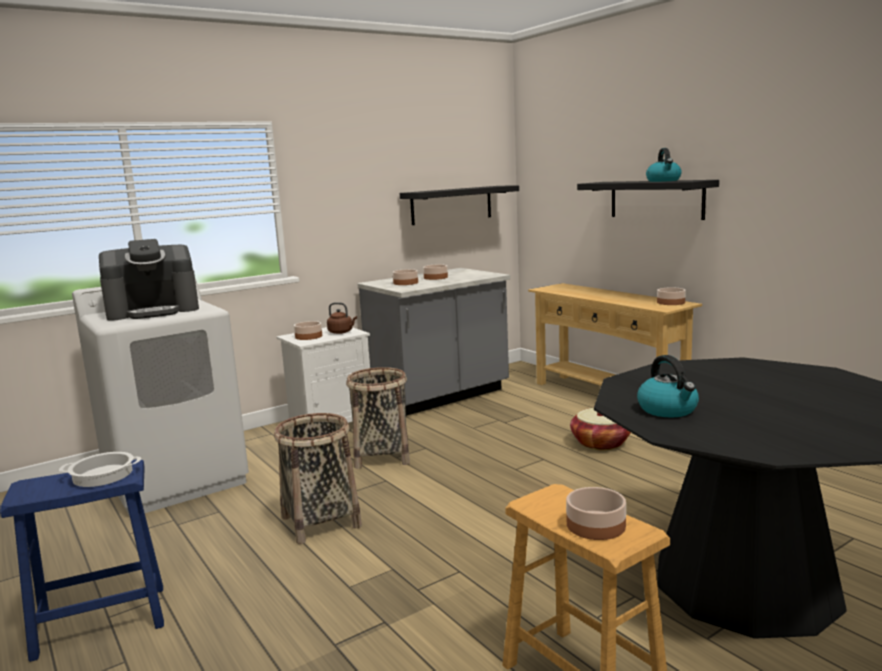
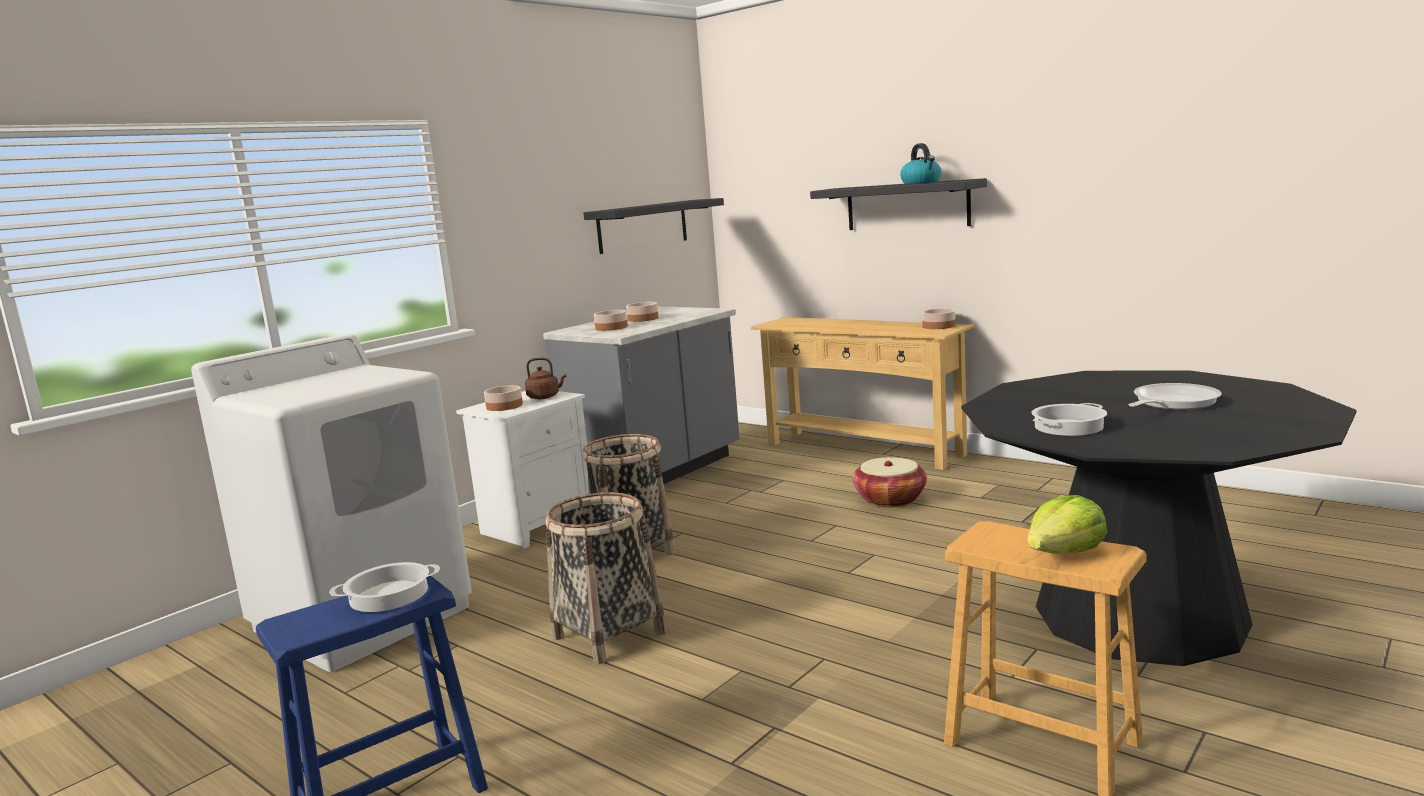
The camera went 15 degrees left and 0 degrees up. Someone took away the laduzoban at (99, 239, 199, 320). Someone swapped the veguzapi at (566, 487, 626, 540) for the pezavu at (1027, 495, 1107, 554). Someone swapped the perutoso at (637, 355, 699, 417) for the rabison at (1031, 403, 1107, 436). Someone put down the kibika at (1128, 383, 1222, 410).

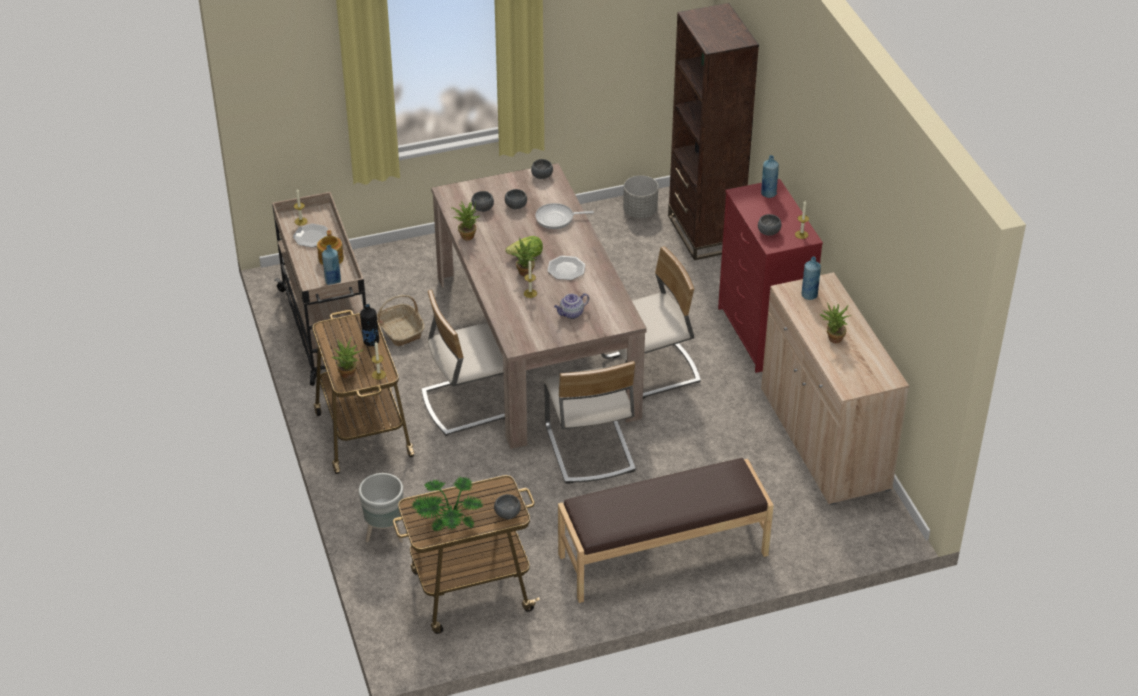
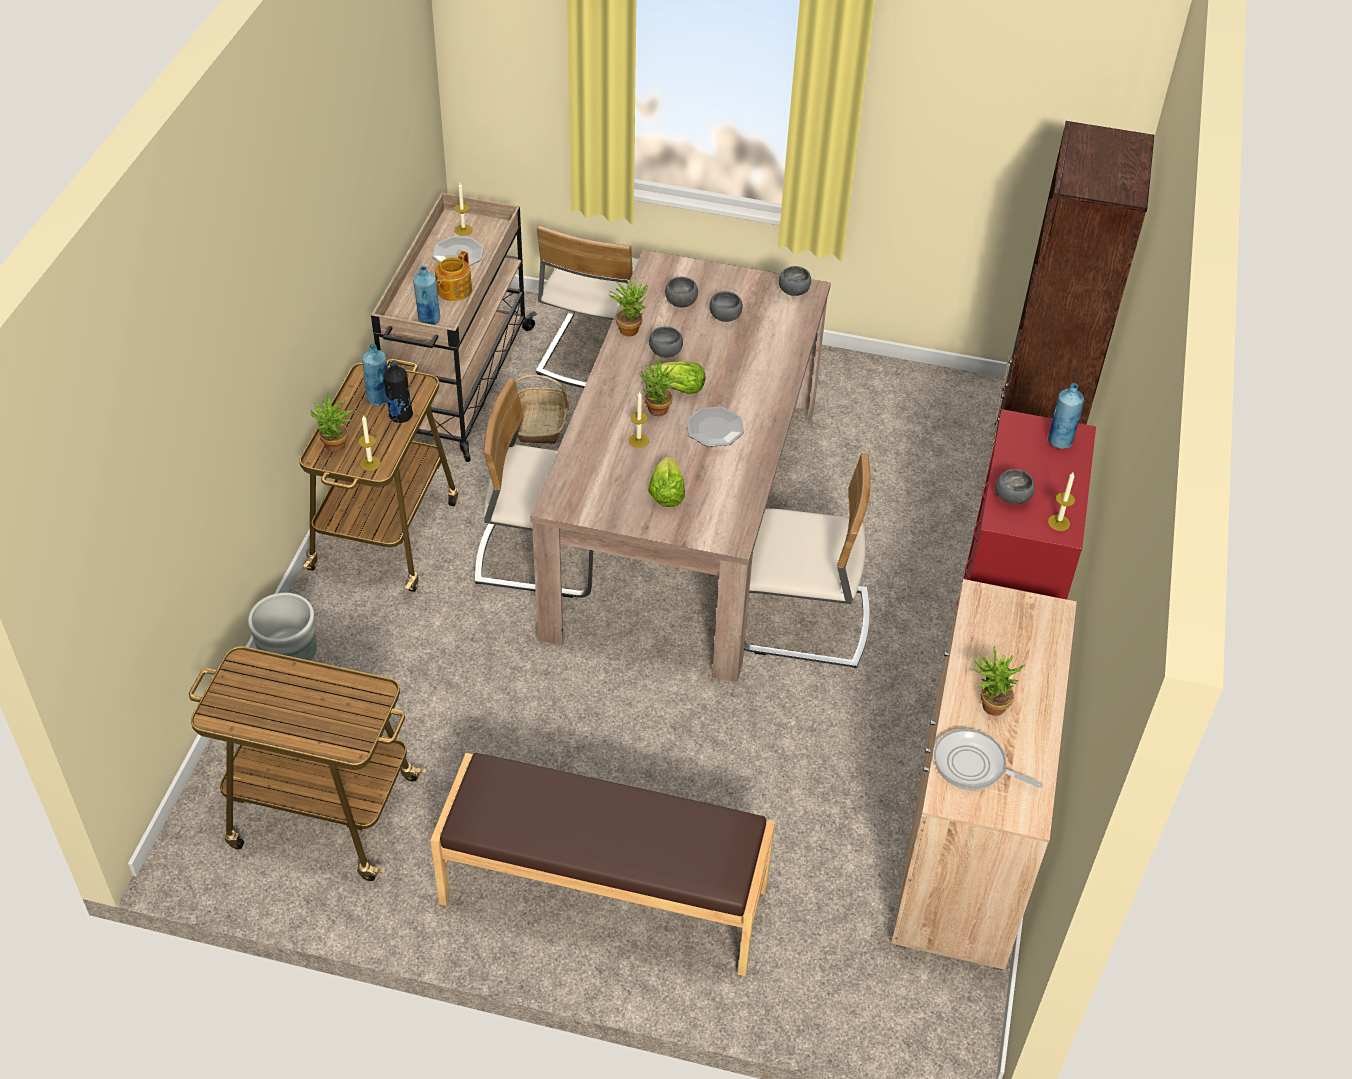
The camera went 30 degrees right and 5 degrees up. Someone took away the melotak at (412, 477, 484, 532). Someone carried the grey veguzapi from (494, 494, 521, 519) to (649, 326, 683, 358). Someone carried the kibika from (535, 203, 594, 229) to (934, 729, 1043, 790). Someone carried the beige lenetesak from (544, 361, 636, 484) to (536, 225, 639, 388). Someone swapped the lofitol at (554, 293, 589, 319) for the pezavu at (648, 456, 685, 507). Someone took away the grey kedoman at (623, 175, 658, 218). Someone carried the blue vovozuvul from (802, 256, 821, 300) to (362, 344, 387, 405).

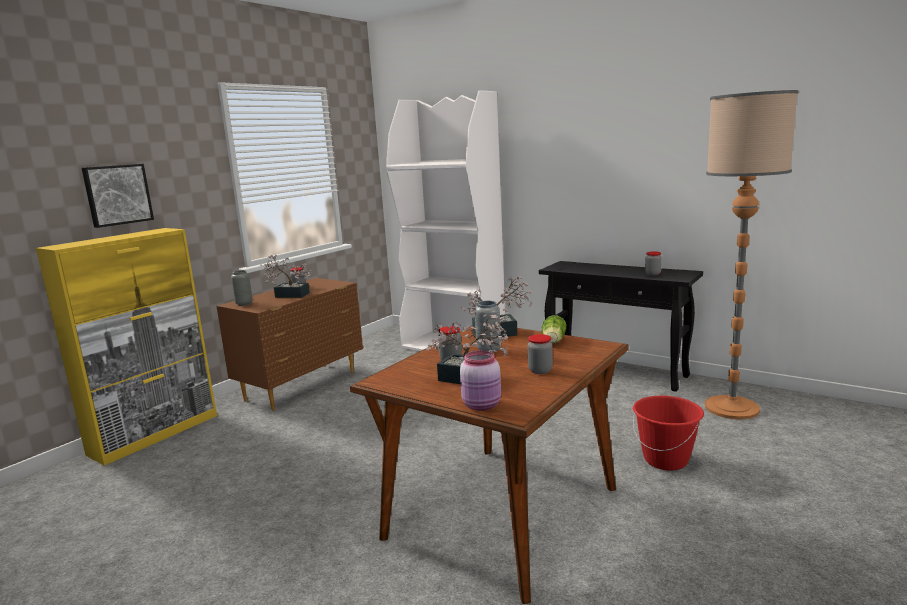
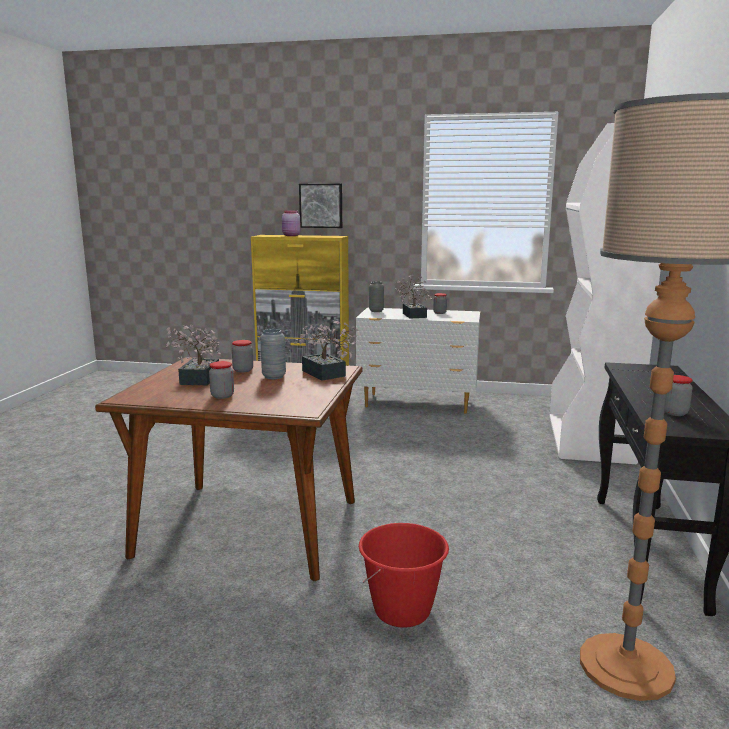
The camera went 65 degrees right and 0 degrees up. Someone repainted the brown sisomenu at (216, 278, 363, 411), which became the white sisomenu at (356, 308, 480, 413). Someone carried the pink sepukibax from (460, 350, 501, 411) to (282, 210, 301, 236). Someone took away the pezavu at (542, 315, 566, 344).

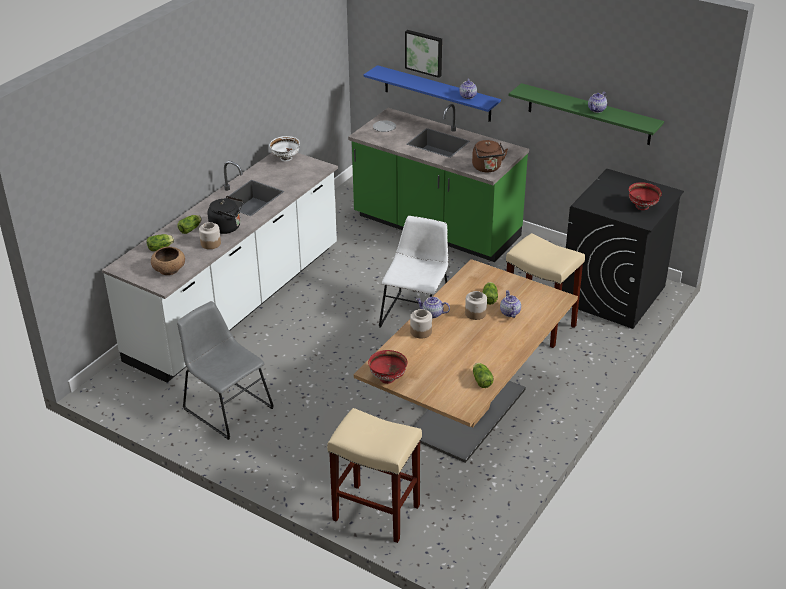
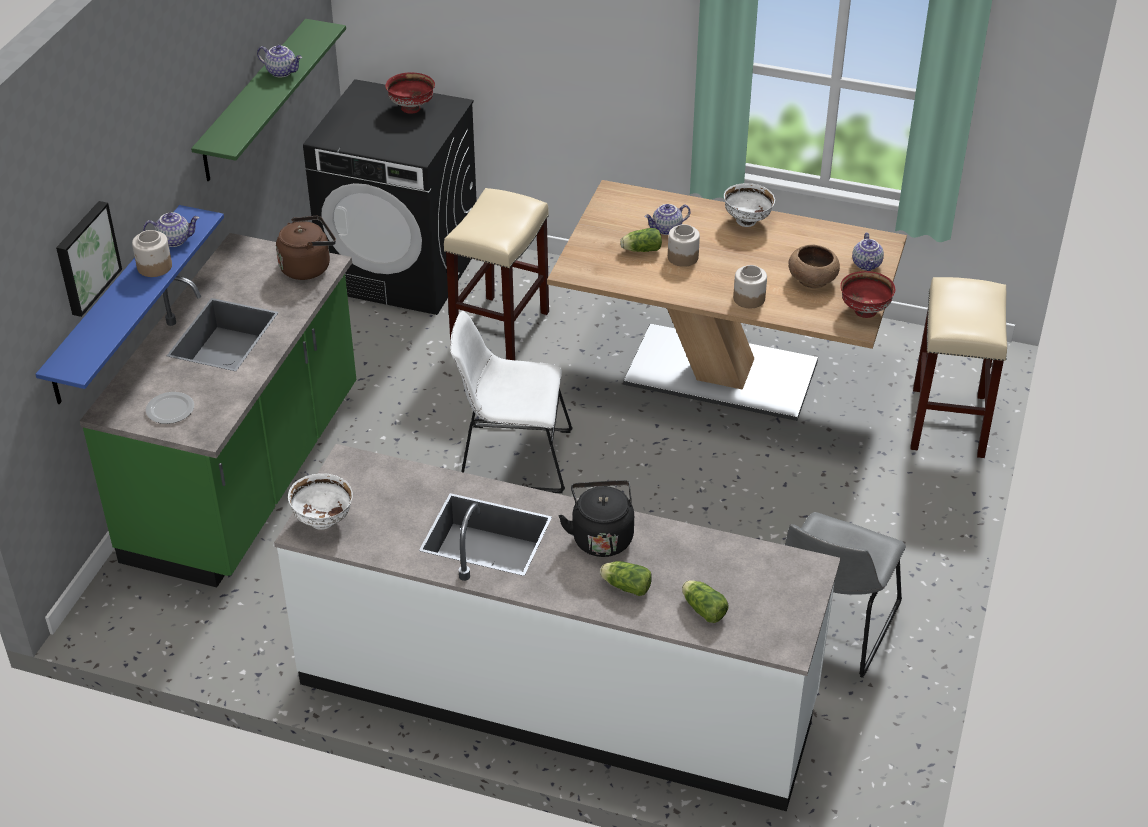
The camera went 105 degrees left and 5 degrees up. Someone carried the brown veguzapi from (151, 247, 185, 275) to (789, 244, 840, 288). Someone carried the sepukibax from (199, 222, 221, 249) to (132, 230, 172, 277). Someone carried the lofitol from (416, 297, 450, 318) to (852, 233, 884, 271). Someone took away the pezavu at (473, 363, 494, 388). Someone put down the white veguzapi at (724, 183, 775, 227).

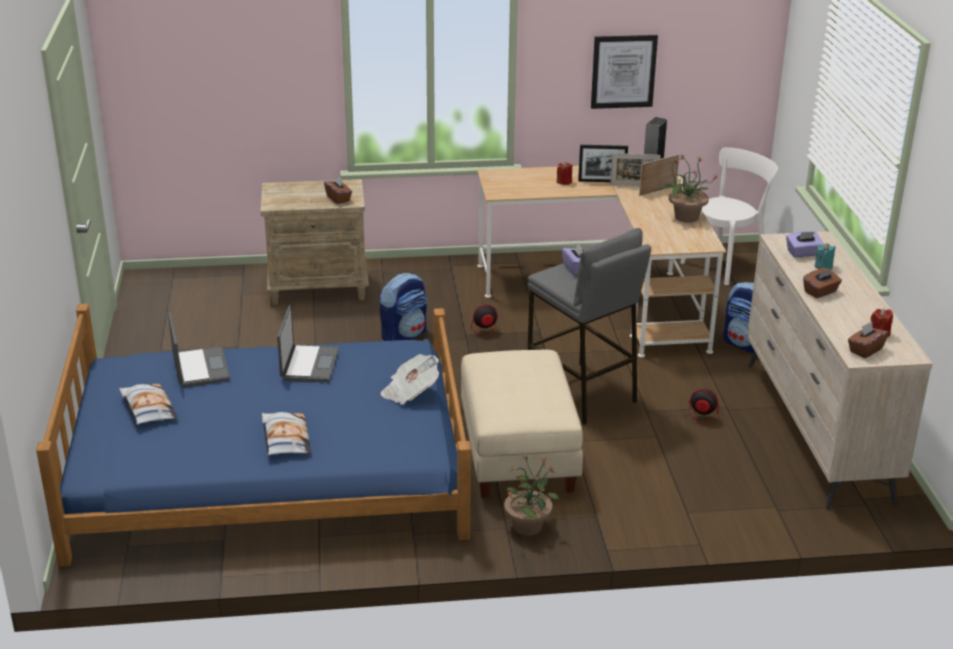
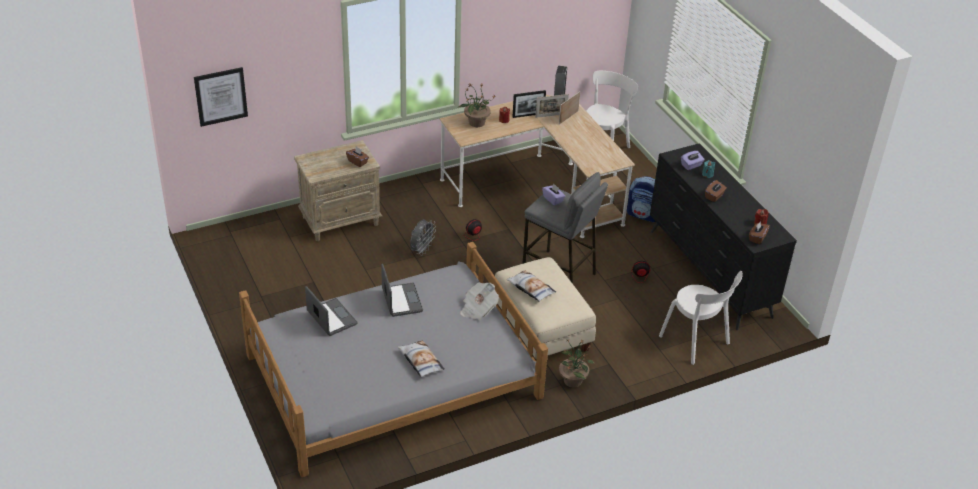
The camera went 20 degrees left and 10 degrees up. Someone repainted the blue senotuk at (36, 304, 471, 567), which became the grey senotuk at (239, 242, 548, 477). Someone carried the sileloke from (119, 384, 178, 425) to (506, 270, 556, 302). Someone swapped the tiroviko at (379, 273, 427, 341) for the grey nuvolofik at (410, 219, 436, 256). Someone carried the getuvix from (591, 35, 658, 109) to (194, 67, 248, 127). Someone carried the melotak from (659, 154, 718, 223) to (458, 83, 495, 127). Someone repainted the beige sisomenu at (747, 231, 933, 510), which became the black sisomenu at (650, 143, 797, 330). Someone put down the white lenetesak at (659, 271, 743, 365).

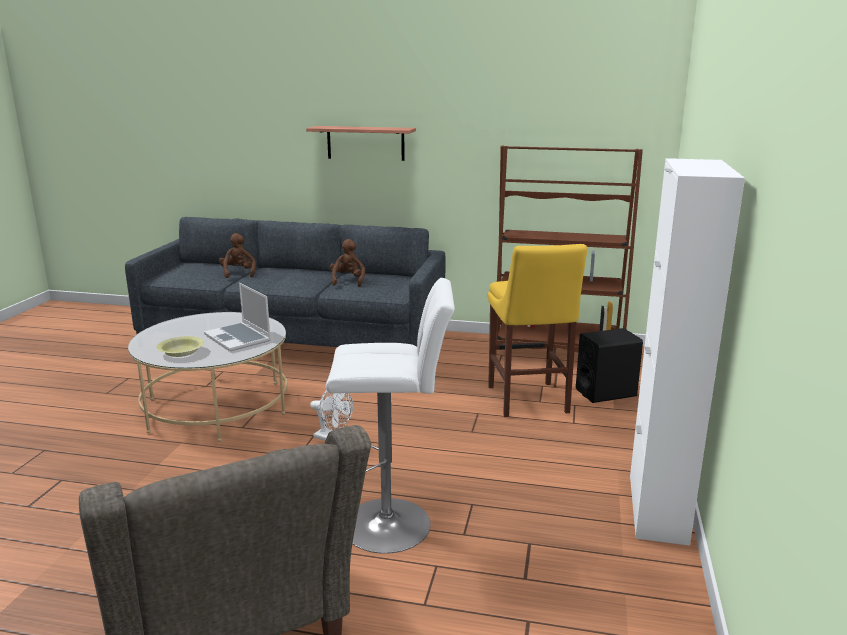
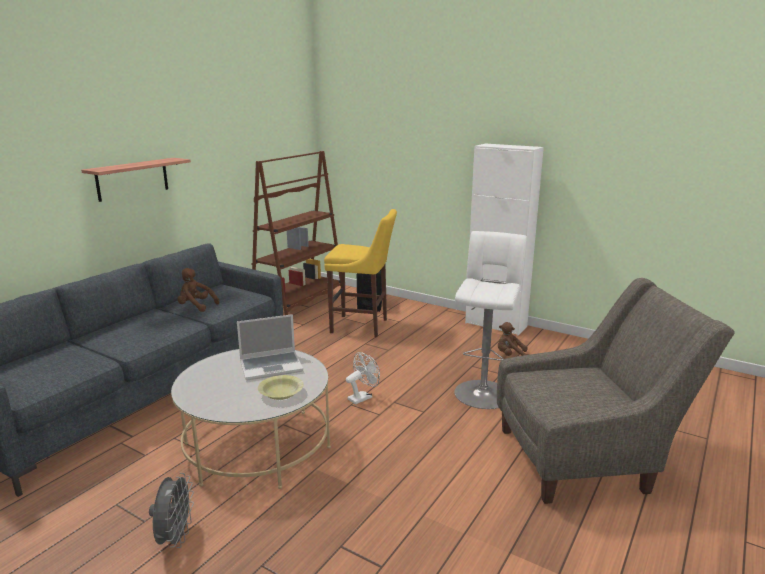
The camera went 70 degrees left and 0 degrees up. Someone carried the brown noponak from (219, 233, 256, 278) to (498, 322, 530, 356). Someone put down the grey nuvolofik at (149, 473, 194, 548).

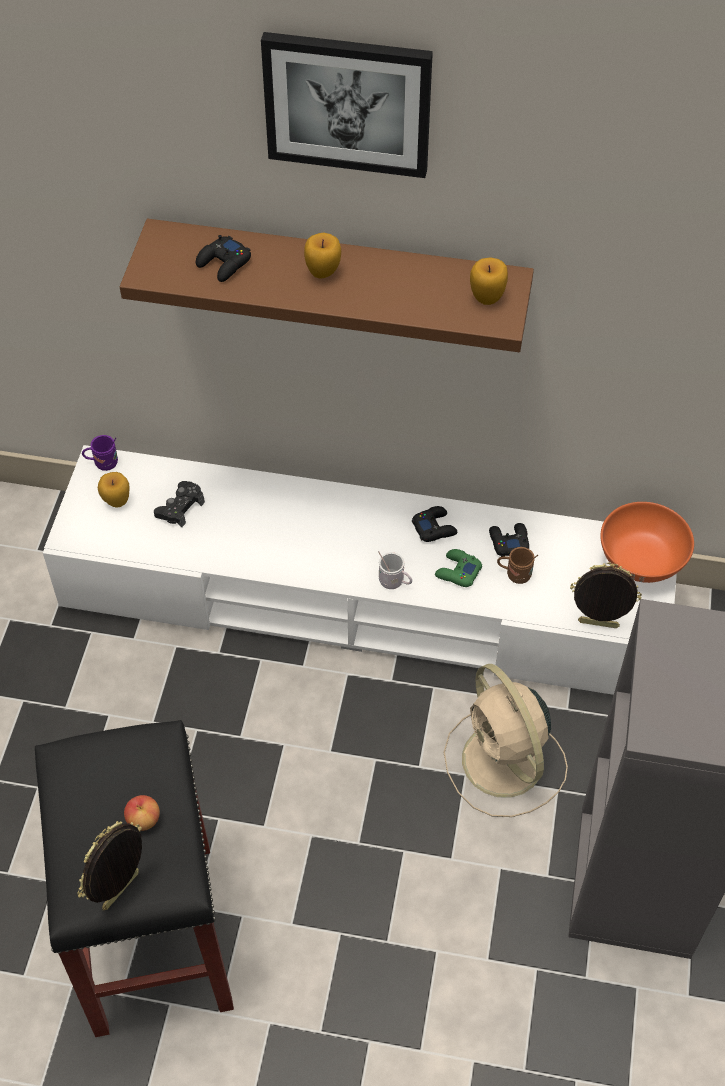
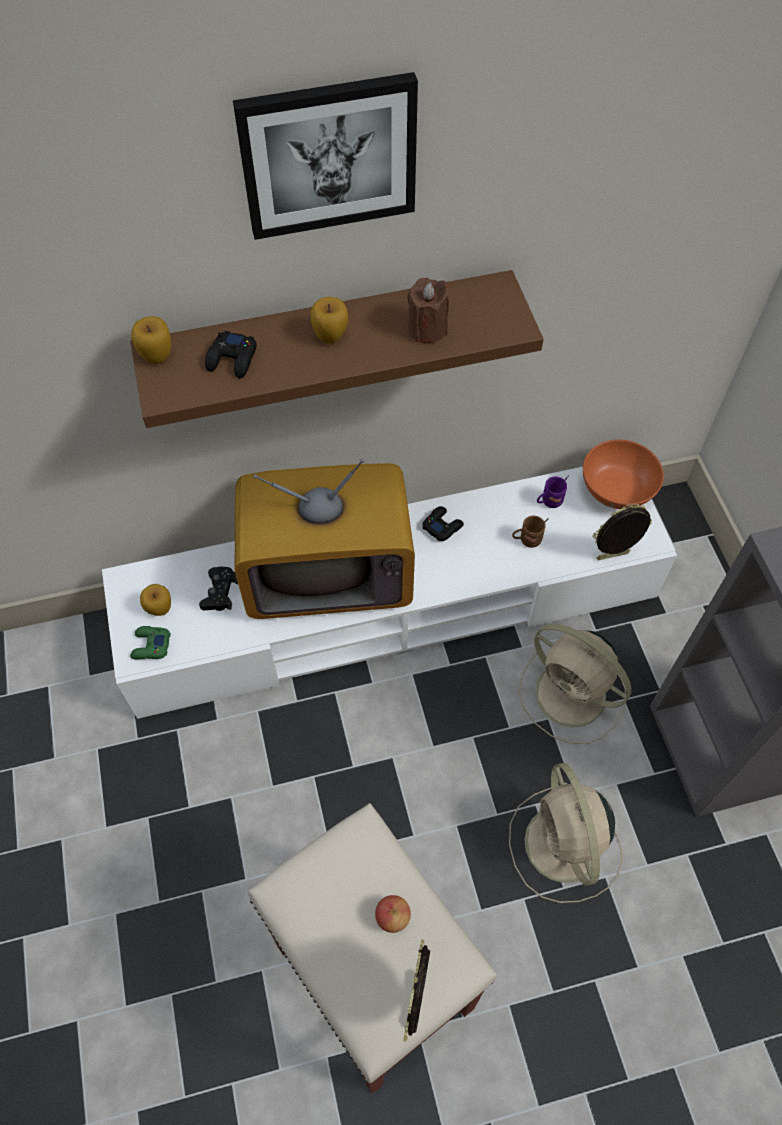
The camera went 25 degrees left and 5 degrees up. Someone repainted the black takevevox at (35, 720, 234, 1037), which became the beige takevevox at (248, 803, 498, 1094). Someone carried the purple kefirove from (82, 435, 118, 471) to (537, 476, 568, 508). Someone took away the white kefirove at (378, 551, 412, 589). Someone carried the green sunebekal from (435, 549, 482, 587) to (130, 626, 171, 659). Someone carried the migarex from (470, 257, 508, 305) to (131, 316, 171, 364). Someone took away the black sunebekal at (489, 523, 529, 557). Someone put down the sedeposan at (234, 458, 415, 619). Someone put down the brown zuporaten at (407, 278, 449, 343). Someone put down the beige nuvolofik at (509, 763, 623, 903).

